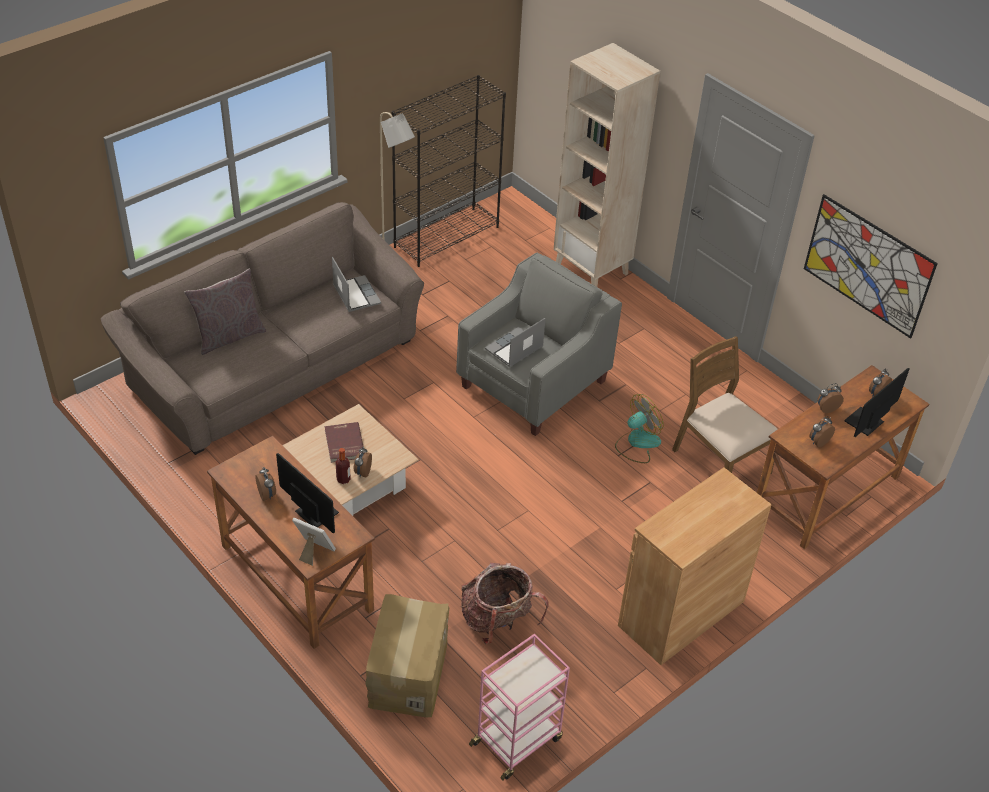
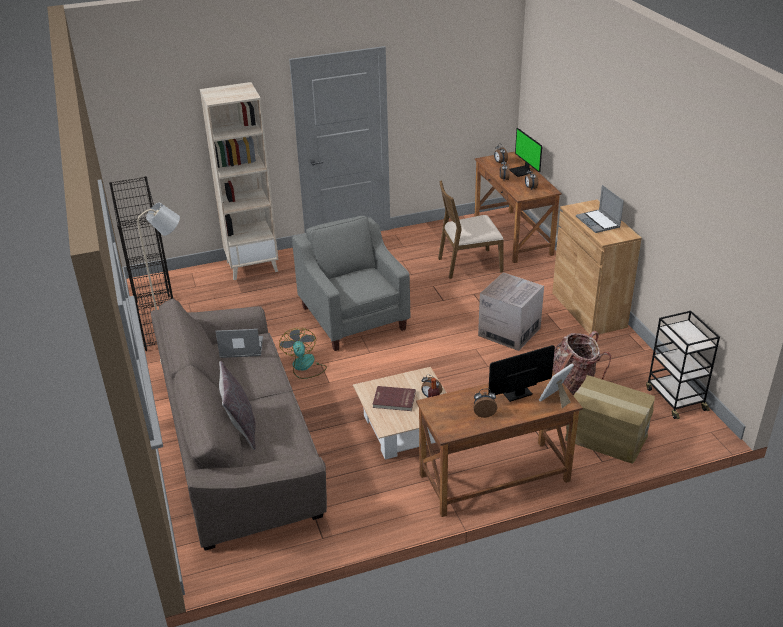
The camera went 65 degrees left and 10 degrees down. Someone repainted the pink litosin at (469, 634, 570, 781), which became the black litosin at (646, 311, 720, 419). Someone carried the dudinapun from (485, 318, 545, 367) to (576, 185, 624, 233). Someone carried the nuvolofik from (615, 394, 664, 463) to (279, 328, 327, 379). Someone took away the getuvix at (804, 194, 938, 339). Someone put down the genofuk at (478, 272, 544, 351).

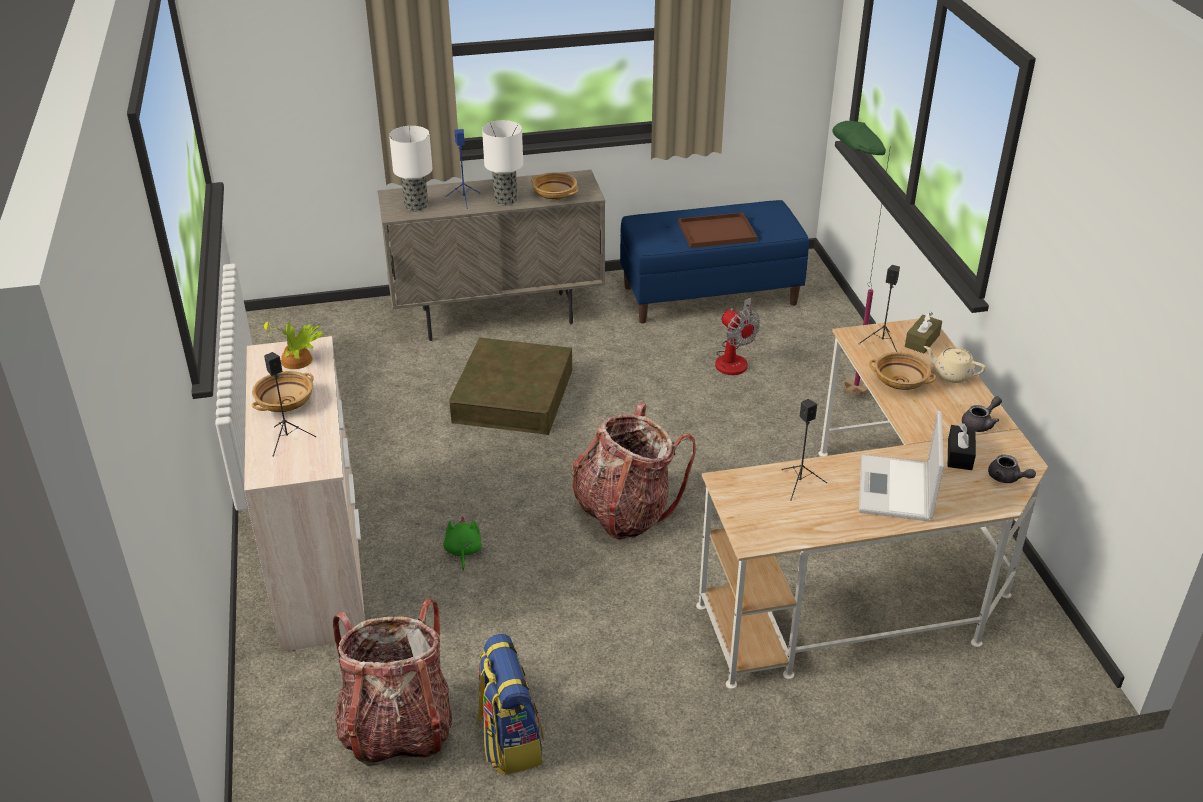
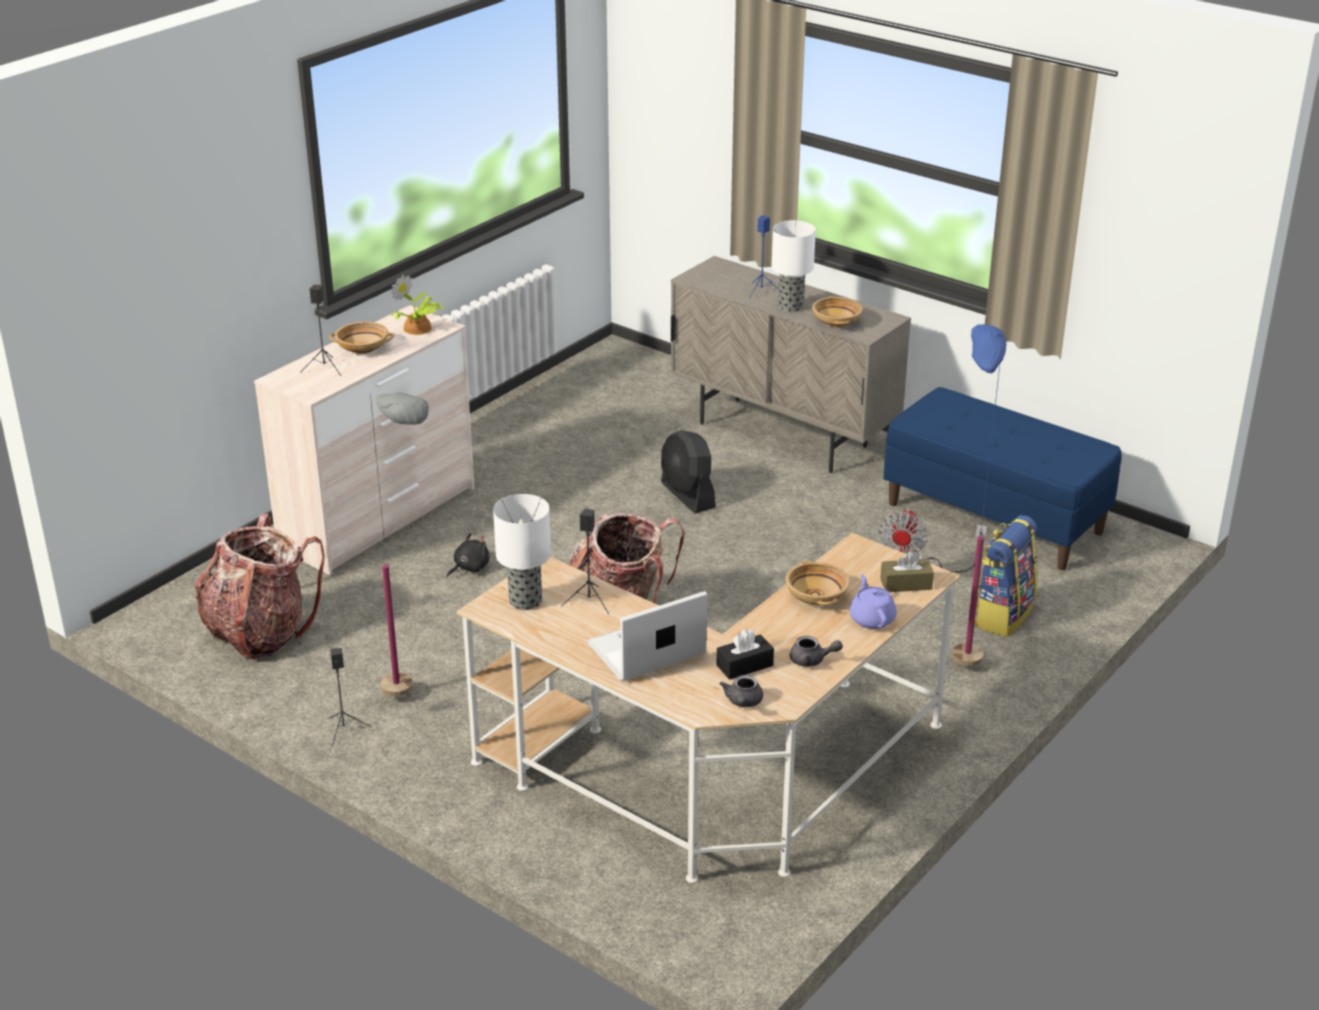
The camera went 50 degrees right and 5 degrees down. Someone carried the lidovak from (389, 126, 433, 211) to (493, 494, 551, 610). Someone repainted the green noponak at (443, 516, 482, 571), which became the black noponak at (447, 533, 489, 577). Someone swapped the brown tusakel at (449, 337, 572, 435) for the black nuvolofik at (661, 430, 716, 514). Someone carried the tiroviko from (476, 634, 544, 775) to (974, 515, 1037, 637). Someone took away the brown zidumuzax at (678, 212, 757, 248). Someone repainted the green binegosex at (832, 121, 891, 396), which became the blue binegosex at (952, 324, 1006, 667). Someone carried the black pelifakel from (858, 265, 900, 352) to (329, 648, 371, 747). Someone repainted the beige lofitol at (924, 346, 986, 383), which became the purple lofitol at (850, 574, 897, 629). Someone put down the grey binegosex at (370, 392, 429, 697).

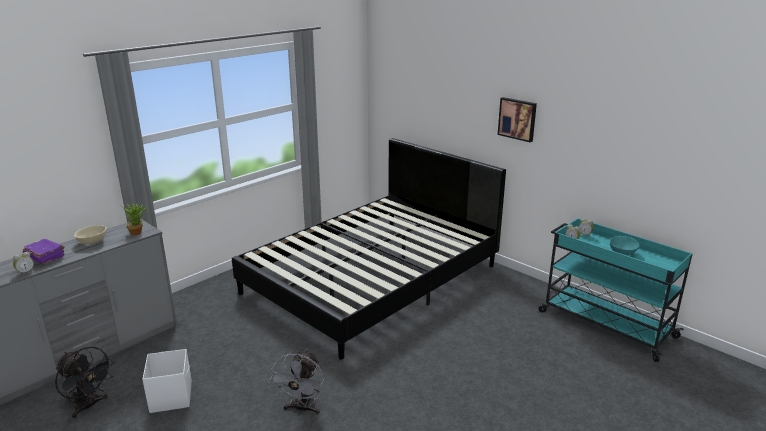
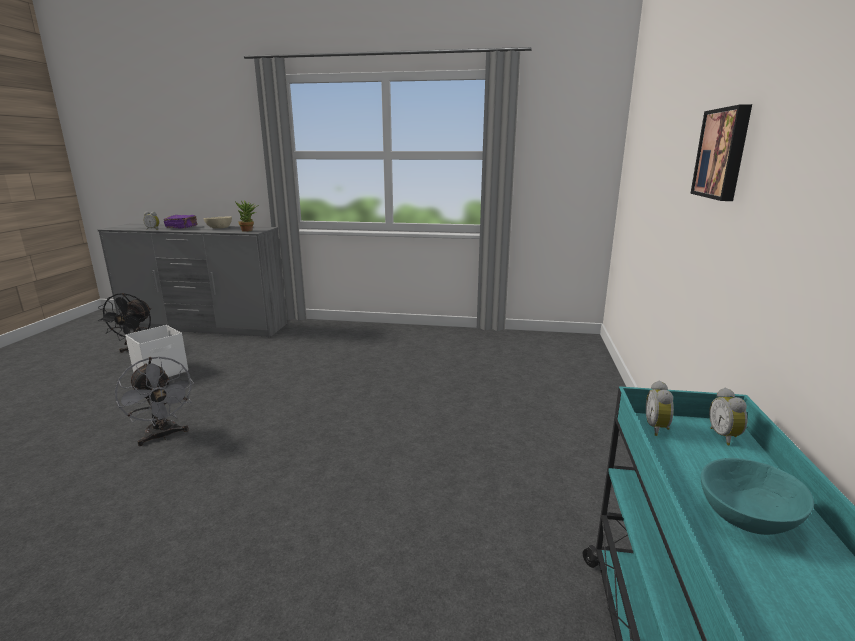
The camera went 55 degrees right and 5 degrees down. Someone took away the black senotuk at (232, 138, 506, 360). Someone rotated the grey nuvolofik at (269, 349, 325, 415) by 105 degrees counterclockwise.

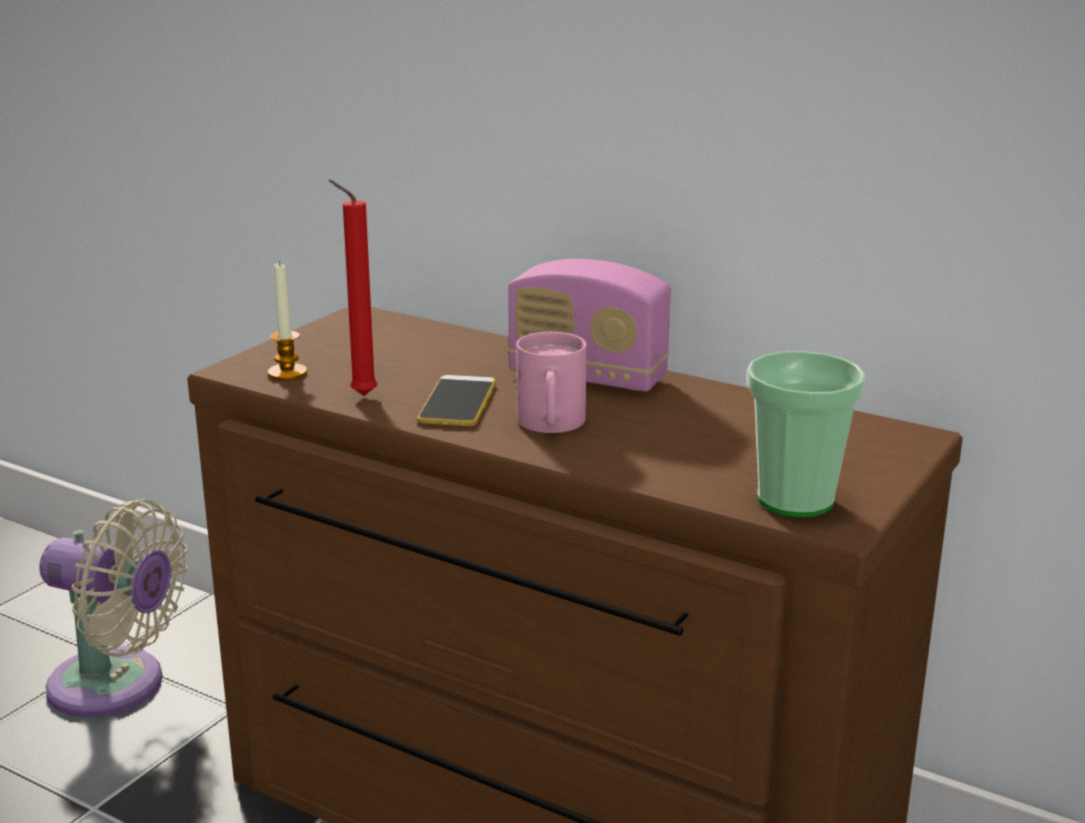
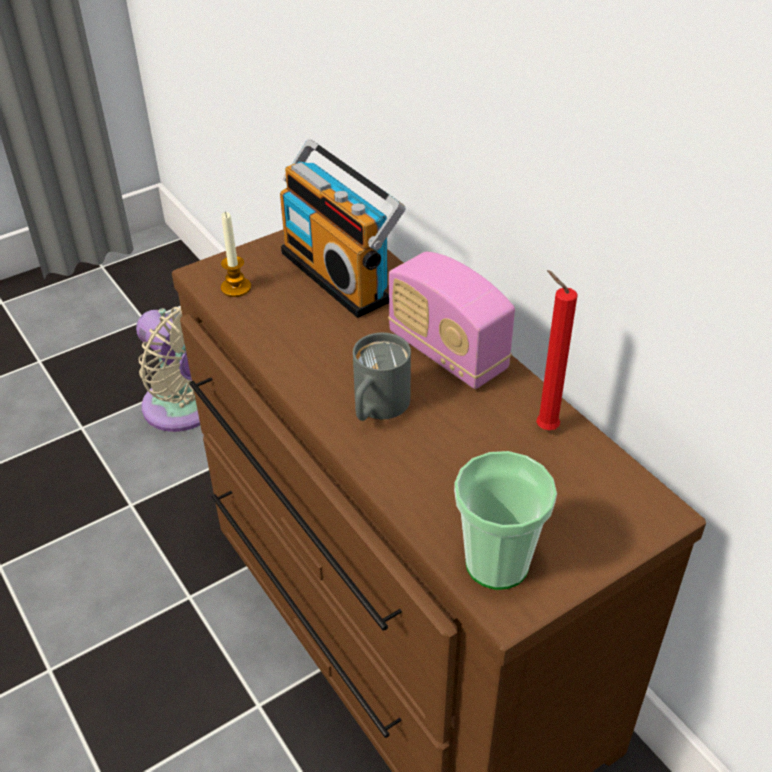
The camera went 25 degrees right and 20 degrees up. Someone carried the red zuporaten from (328, 180, 377, 396) to (536, 270, 578, 430). Someone took away the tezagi at (417, 375, 496, 426). Someone repainted the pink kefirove at (516, 332, 587, 433), which became the grey kefirove at (353, 333, 411, 421). Someone put down the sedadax at (280, 139, 406, 318).

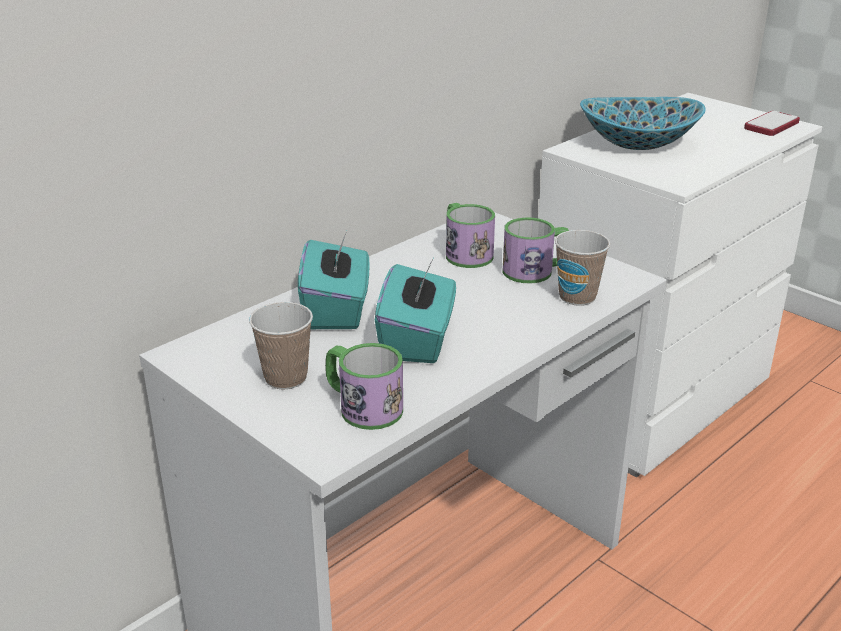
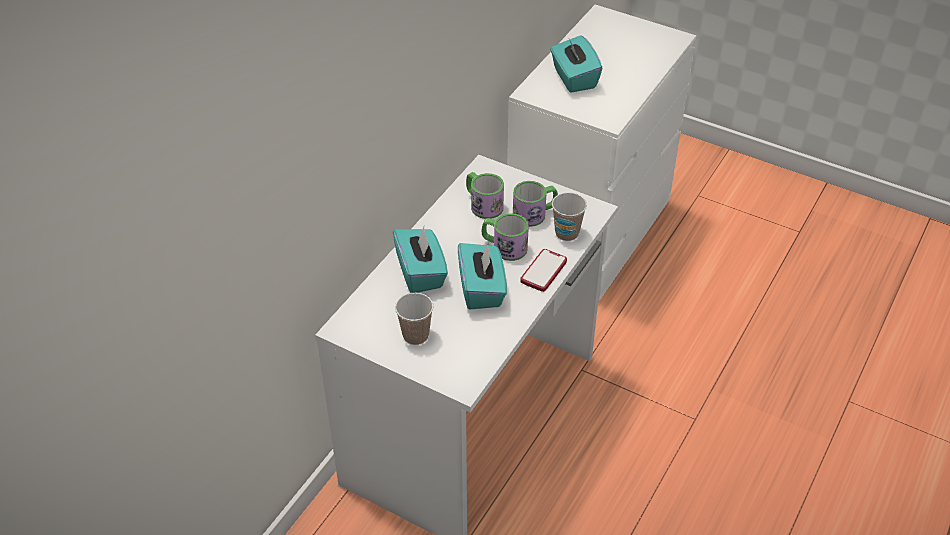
The camera went 15 degrees left and 15 degrees up. Someone carried the kefirove from (325, 343, 403, 430) to (482, 213, 529, 261). Someone swapped the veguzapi at (580, 97, 706, 150) for the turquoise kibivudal at (550, 35, 603, 93). Someone carried the tezagi from (744, 111, 800, 136) to (520, 249, 567, 292).

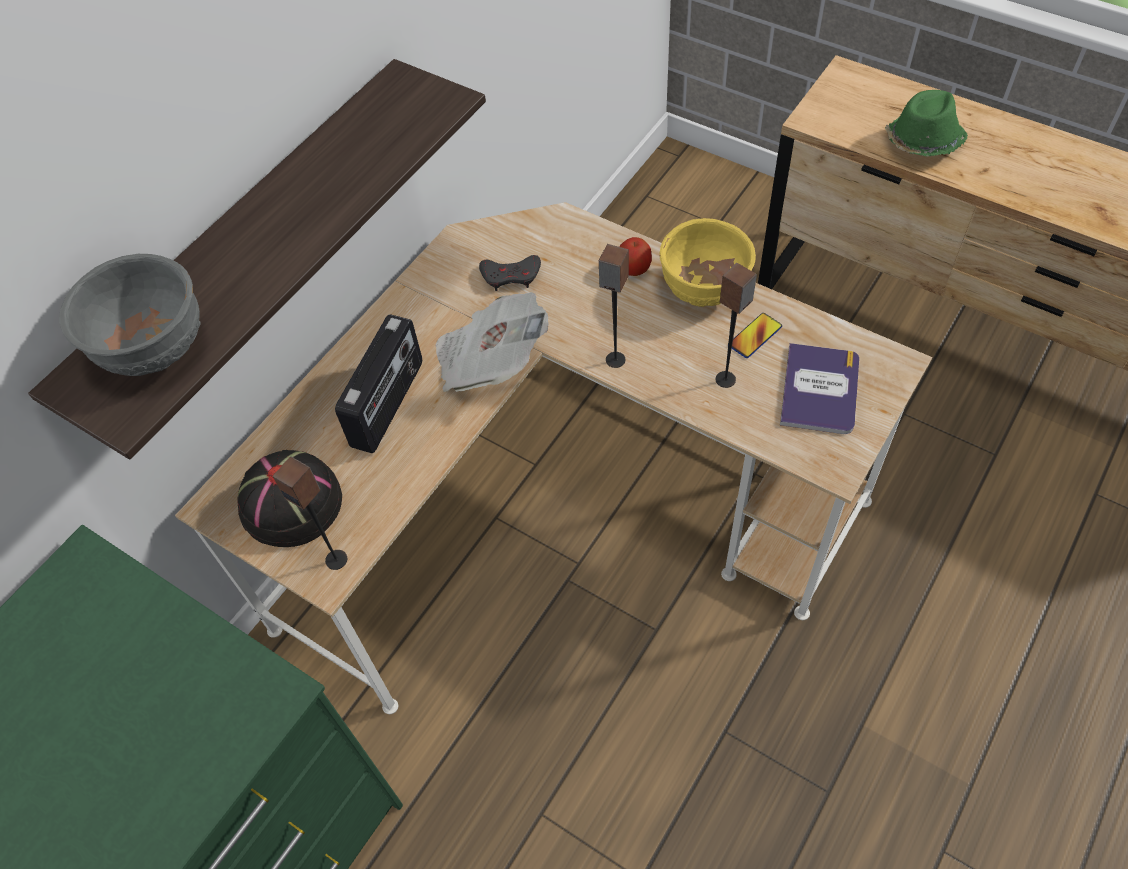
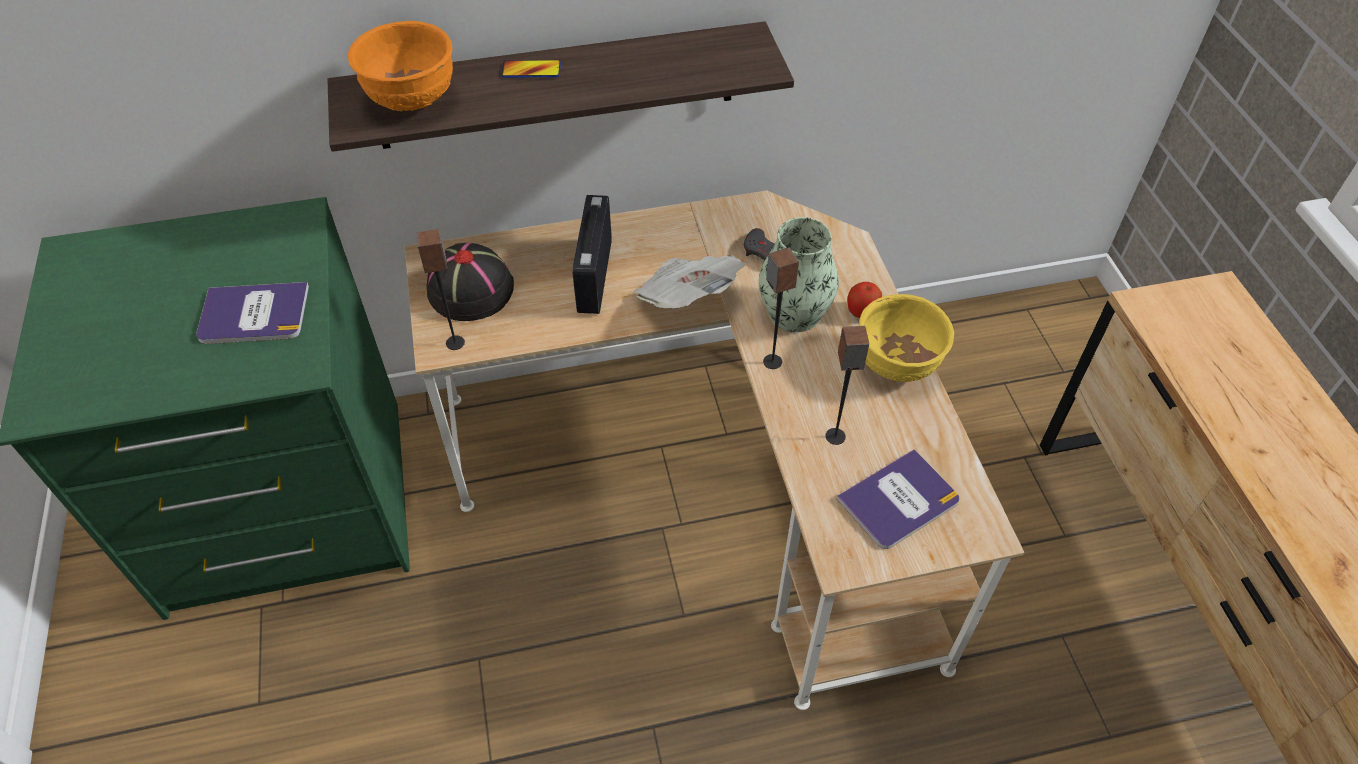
The camera went 40 degrees right and 5 degrees down. Someone repainted the grey veguzapi at (59, 254, 200, 376), which became the orange veguzapi at (348, 21, 453, 111). Someone rotated the sedadax at (335, 314, 422, 453) by 120 degrees clockwise. Someone carried the tezagi from (732, 313, 782, 358) to (501, 60, 561, 78). Someone took away the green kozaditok at (885, 90, 968, 157). Someone put down the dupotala at (196, 282, 309, 344). Someone put down the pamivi at (759, 217, 839, 332).

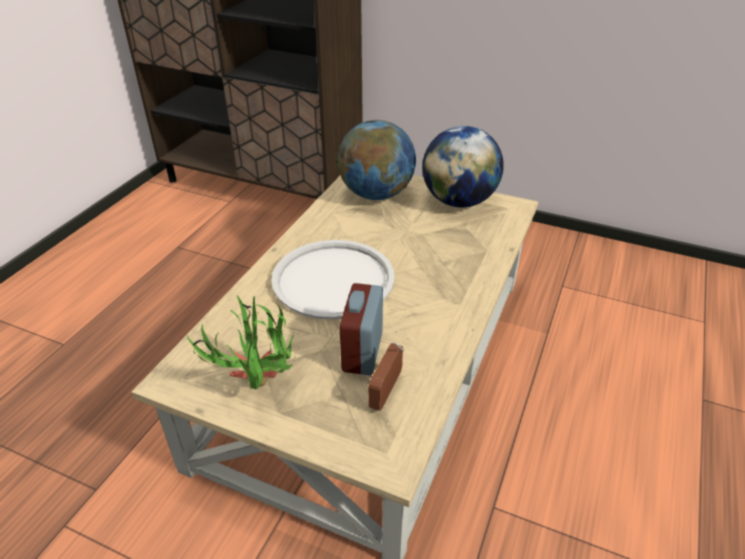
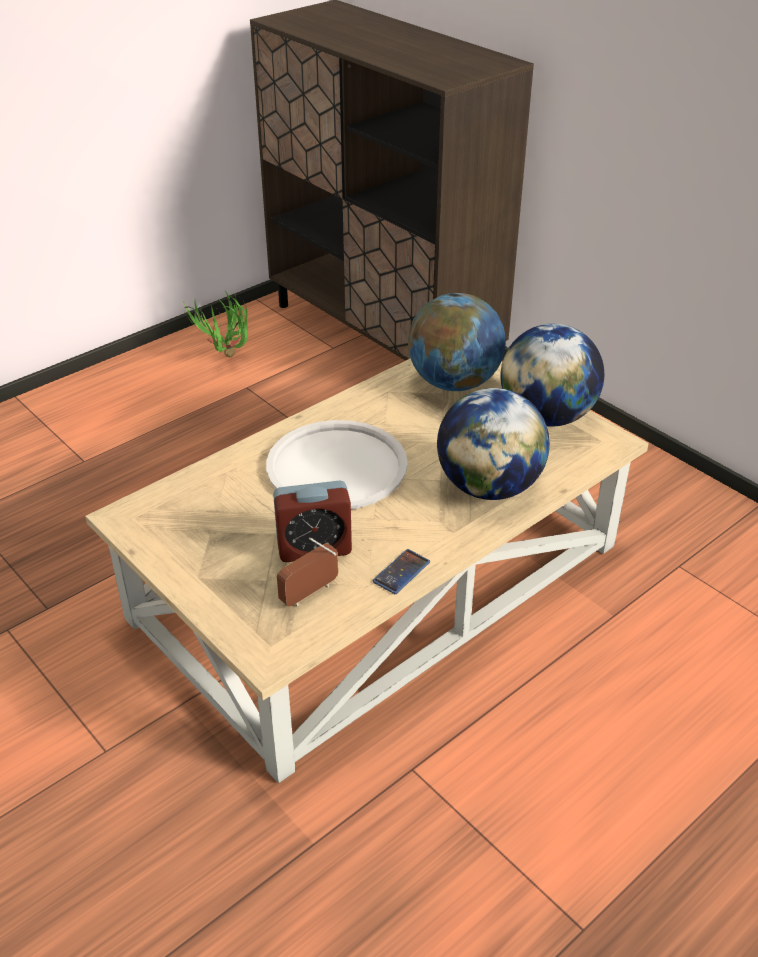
The camera went 25 degrees right and 0 degrees up. Someone carried the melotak from (187, 295, 298, 389) to (184, 290, 248, 357). Someone rotated the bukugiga at (340, 283, 383, 375) by 135 degrees counterclockwise. Someone put down the tezagi at (373, 549, 430, 594). Someone put down the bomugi at (437, 388, 550, 500).

